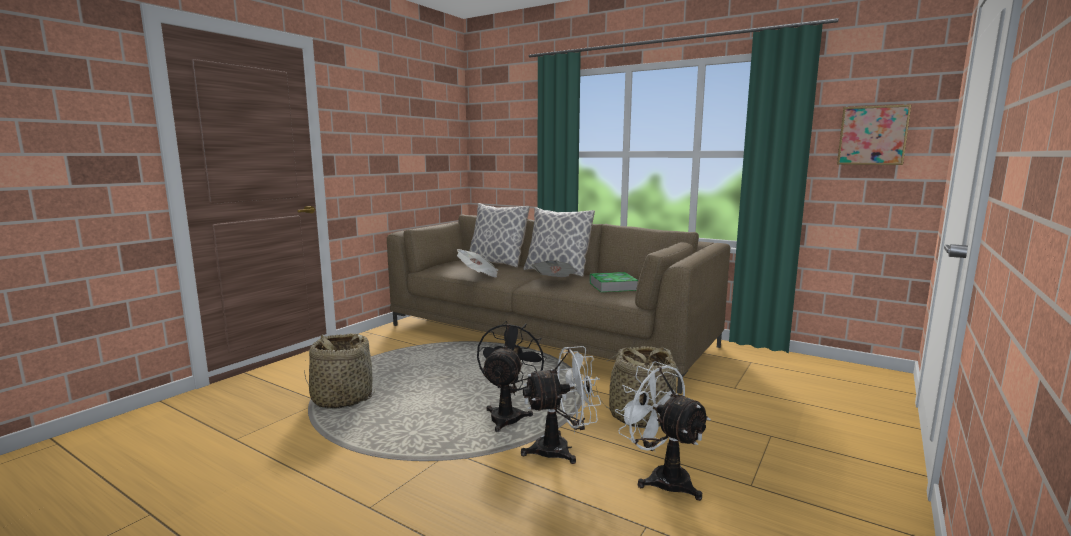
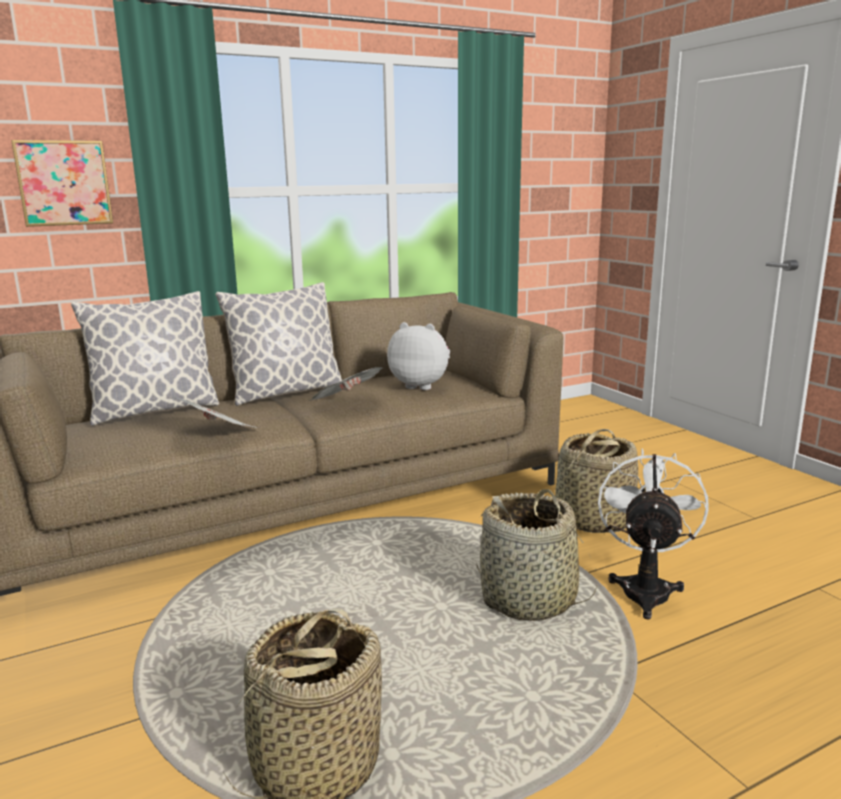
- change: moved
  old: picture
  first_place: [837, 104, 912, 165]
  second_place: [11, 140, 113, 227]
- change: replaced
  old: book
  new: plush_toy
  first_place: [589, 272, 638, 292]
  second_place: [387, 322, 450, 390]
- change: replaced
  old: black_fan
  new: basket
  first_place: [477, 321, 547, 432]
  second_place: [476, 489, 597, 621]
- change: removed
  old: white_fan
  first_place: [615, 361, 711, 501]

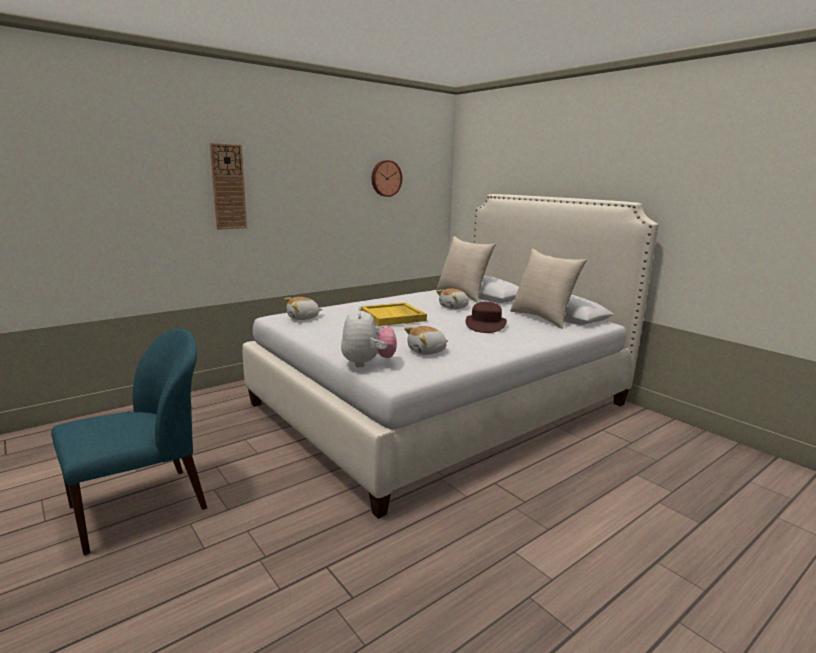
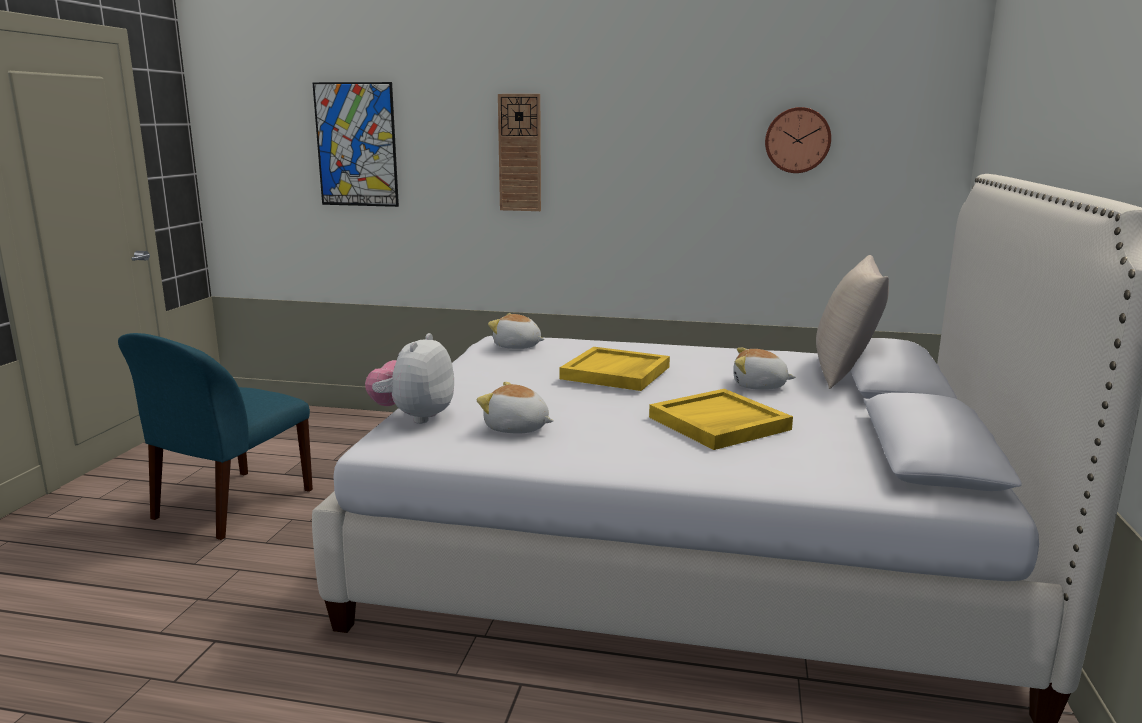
- change: removed
  old: beige_pillow
  first_place: [510, 249, 588, 329]
- change: replaced
  old: brown_hat
  new: yellow_tray
  first_place: [466, 302, 507, 333]
  second_place: [649, 389, 793, 450]
- change: turned
  old: plush_toy
  first_place: [341, 306, 397, 368]
  second_place: [365, 333, 454, 424]
  degrees: 150
- change: turned
  old: blue_chair
  first_place: [51, 328, 207, 555]
  second_place: [118, 333, 313, 540]
  degrees: 105
- change: added
  new: picture
  second_place: [312, 82, 399, 207]

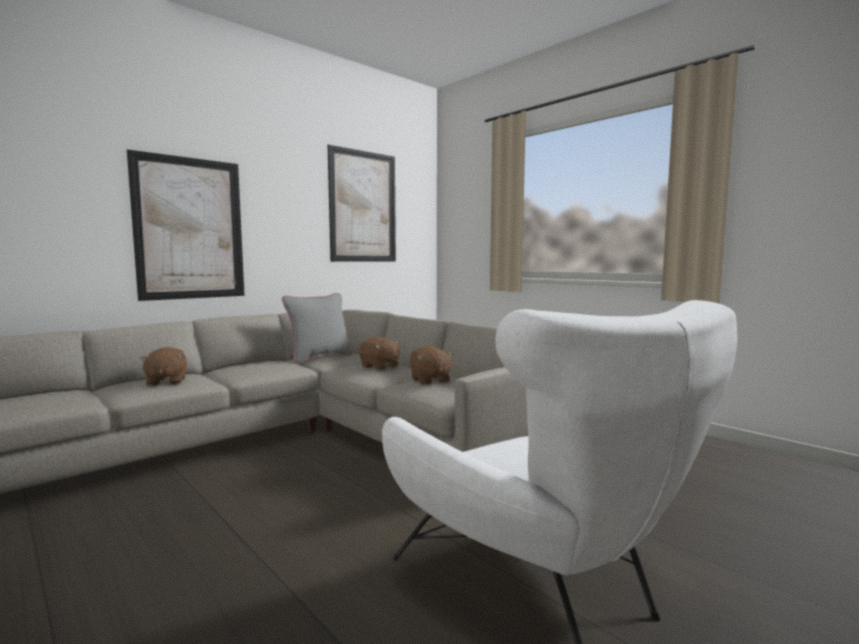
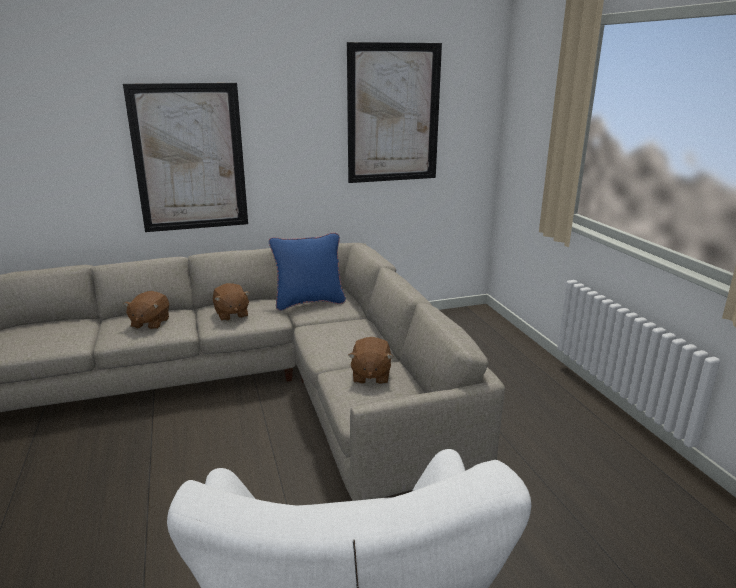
- change: recoloured
  old: grey_pillow
  new: blue_pillow
  first_place: [282, 293, 353, 363]
  second_place: [269, 233, 346, 311]
- change: moved
  old: brown_plush_toy
  first_place: [359, 337, 400, 370]
  second_place: [213, 283, 250, 321]

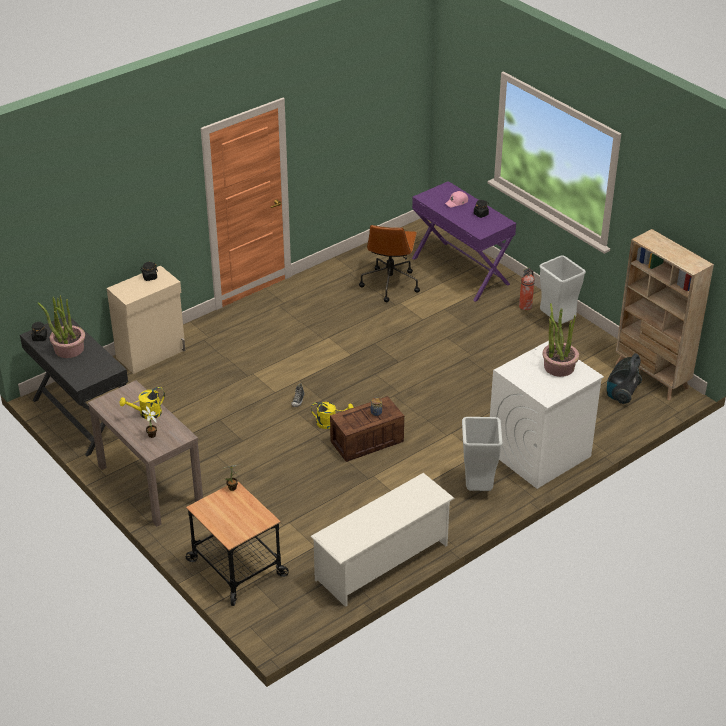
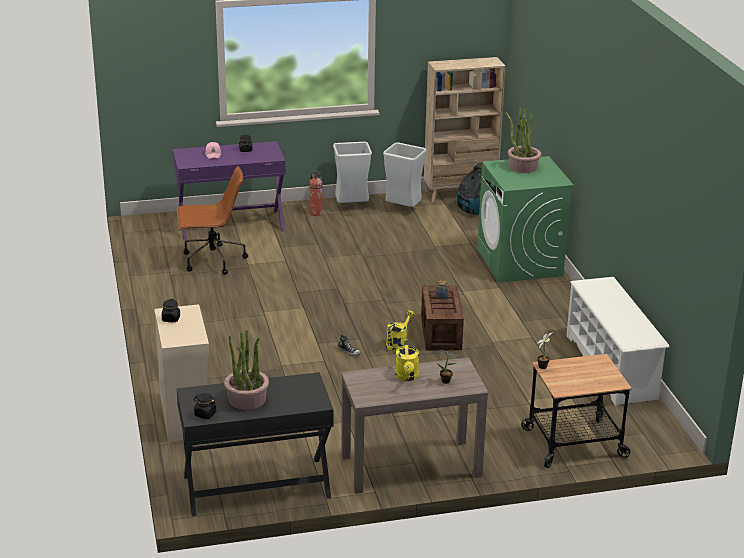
- change: turned
  old: brown_office_chair
  first_place: [359, 225, 420, 302]
  second_place: [177, 166, 248, 275]
  degrees: -45
- change: recoloured
  old: white_washing_machine
  new: green_washing_machine
  first_place: [490, 341, 604, 489]
  second_place: [477, 156, 574, 283]
- change: moved
  old: grey_trash_can
  first_place: [462, 417, 503, 491]
  second_place: [383, 142, 427, 207]

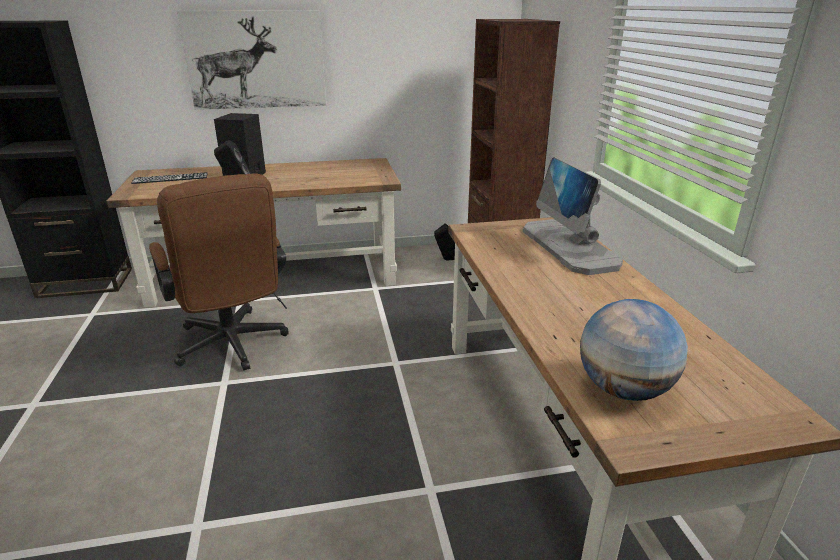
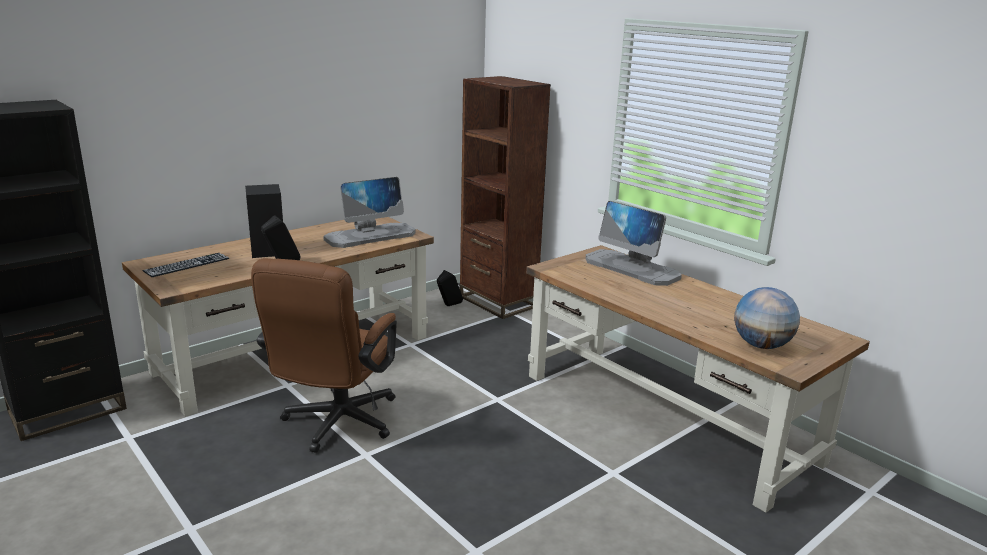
- change: removed
  old: picture
  first_place: [177, 11, 326, 110]
- change: turned
  old: brown_office_chair
  first_place: [149, 173, 289, 370]
  second_place: [251, 258, 397, 453]
  degrees: 75
- change: added
  new: monitor
  second_place: [323, 177, 416, 248]

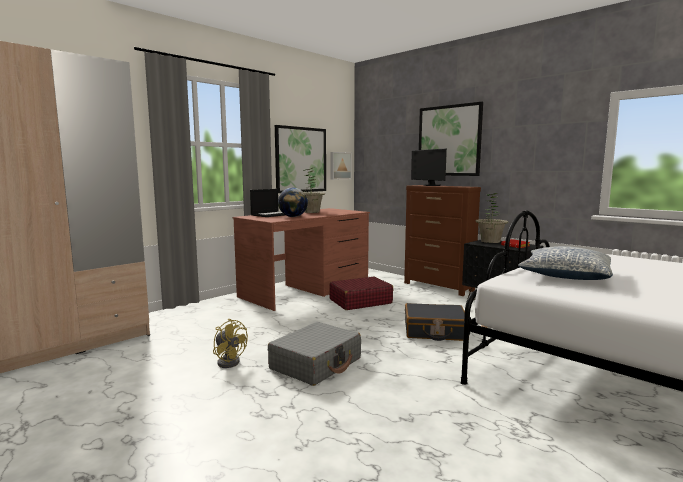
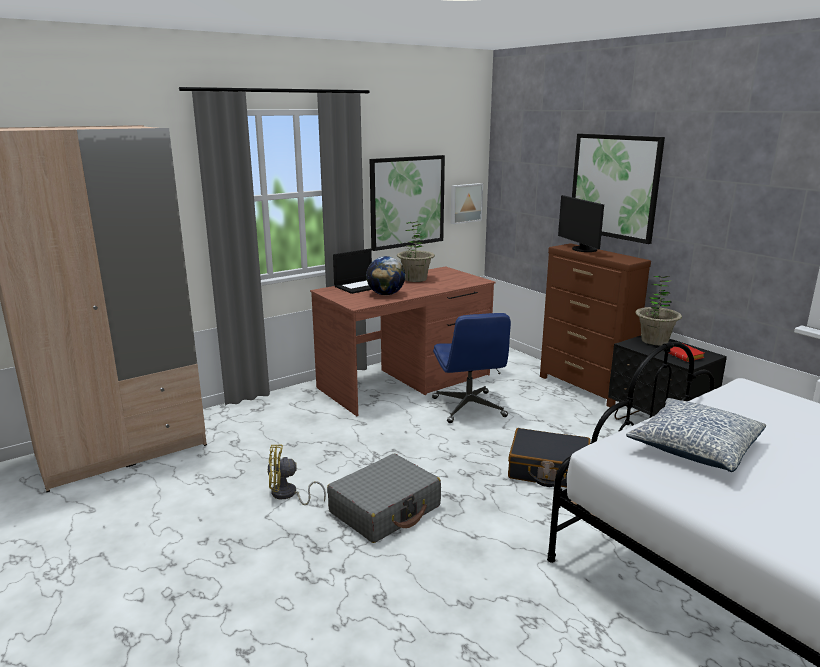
- change: replaced
  old: red_suitcase
  new: blue_office_chair
  first_place: [329, 276, 393, 310]
  second_place: [432, 313, 511, 423]
- change: turned
  old: yellow_fan
  first_place: [213, 319, 248, 368]
  second_place: [267, 445, 326, 505]
  degrees: 120

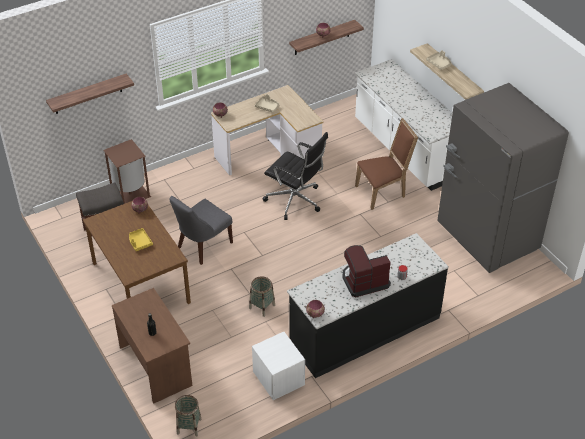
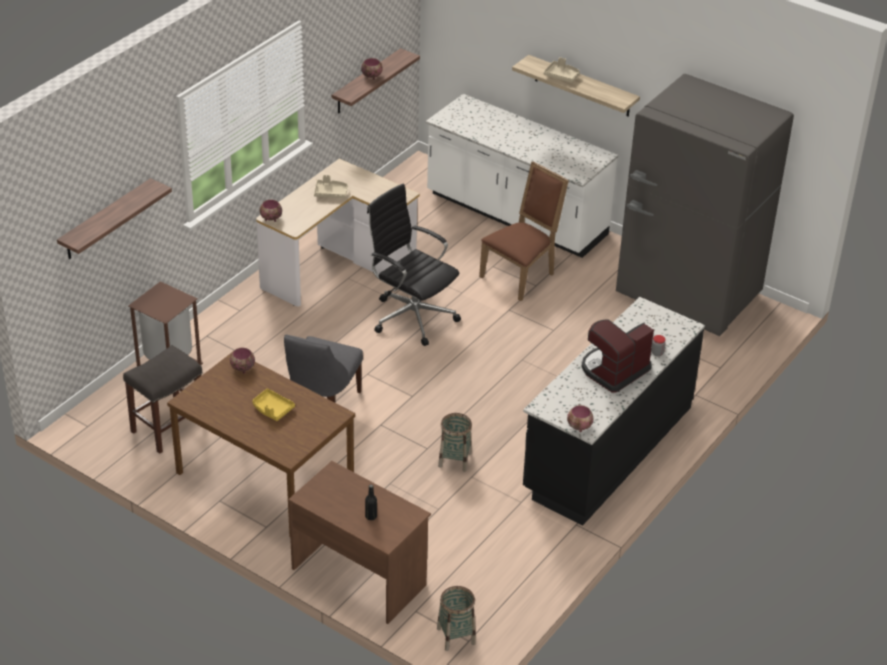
- change: turned
  old: black_office_chair
  first_place: [263, 132, 328, 220]
  second_place: [367, 184, 461, 346]
  degrees: -150
- change: removed
  old: white_nightstand
  first_place: [252, 332, 305, 400]

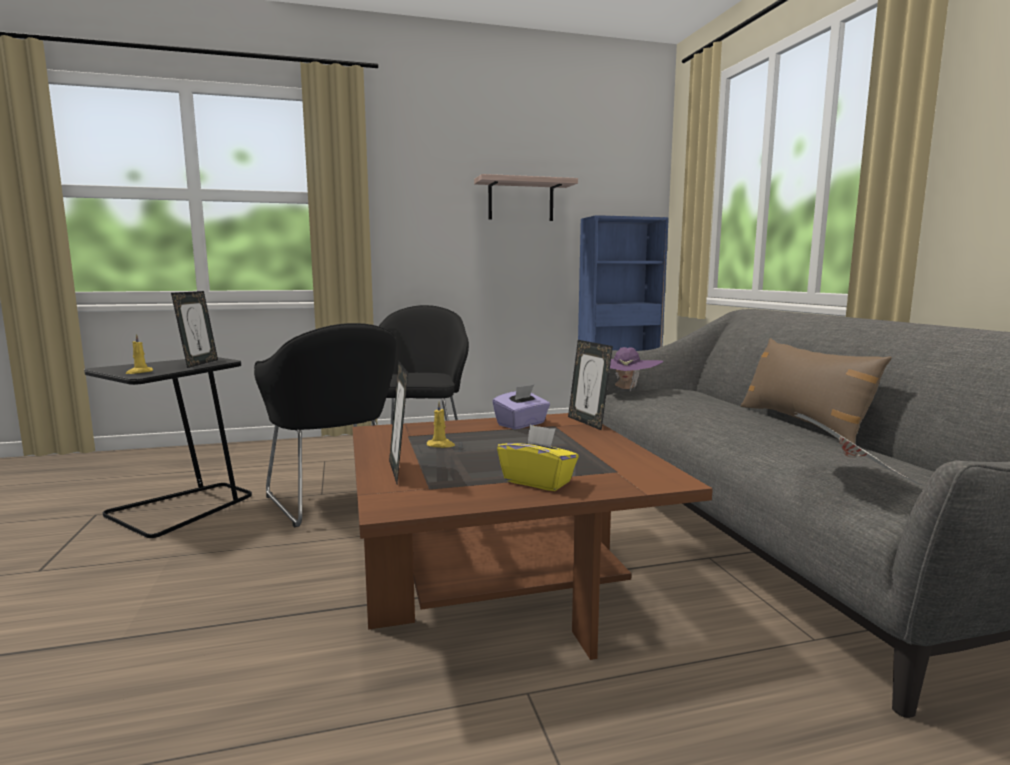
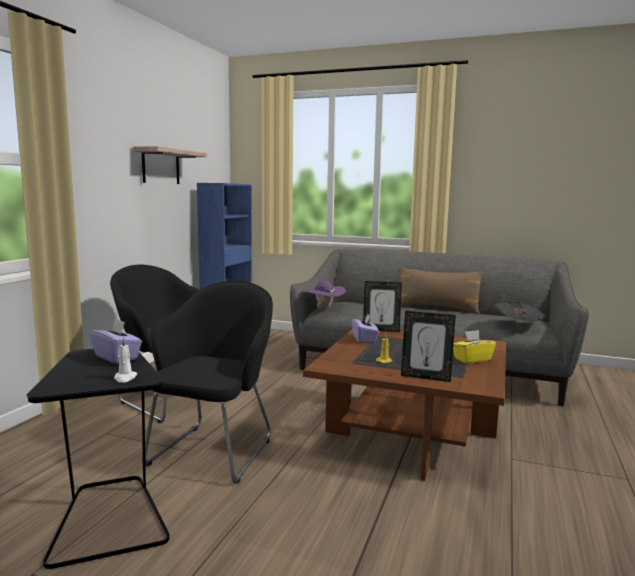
- change: replaced
  old: picture_frame
  new: purple_tissue_box
  first_place: [171, 291, 218, 368]
  second_place: [90, 318, 142, 364]
- change: turned
  old: black_armchair
  first_place: [254, 323, 396, 527]
  second_place: [142, 281, 273, 484]
  degrees: -75
- change: recoloured
  old: yellow_candle
  new: white_candle
  first_place: [126, 334, 153, 374]
  second_place: [114, 337, 138, 383]

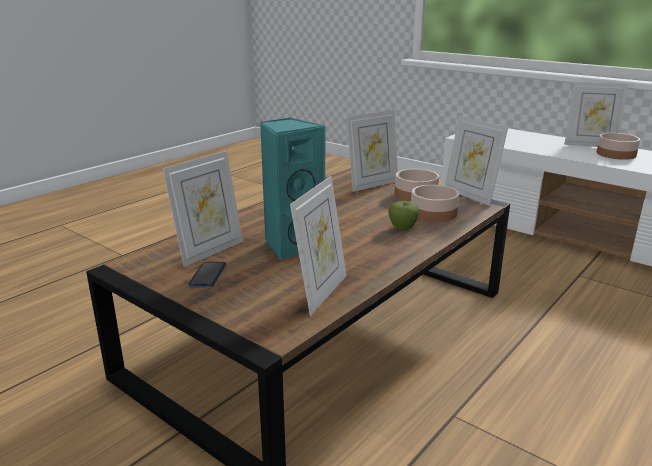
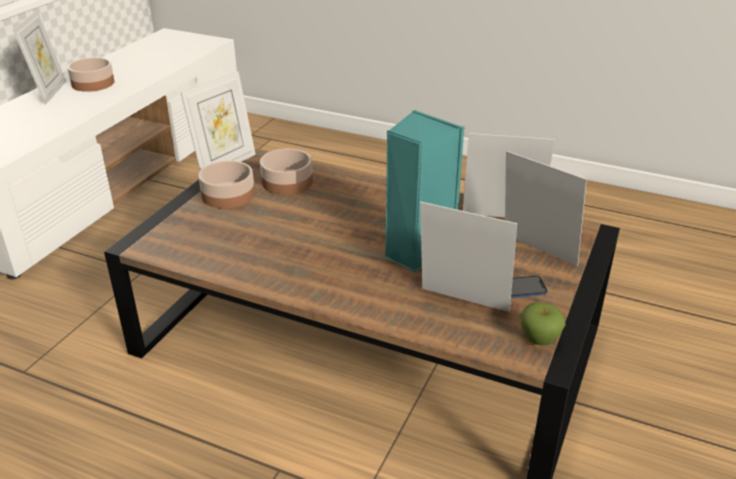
- change: moved
  old: picture_frame
  first_place: [347, 110, 398, 192]
  second_place: [505, 151, 587, 266]
- change: moved
  old: apple
  first_place: [388, 201, 419, 230]
  second_place: [520, 302, 566, 345]

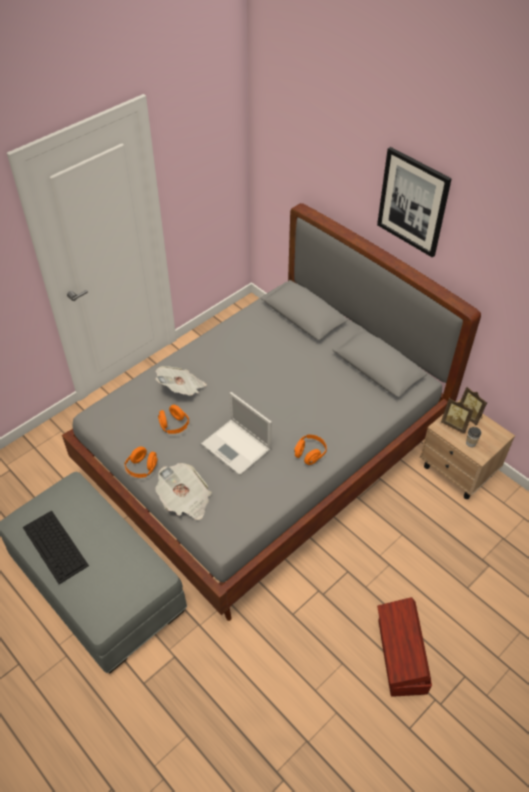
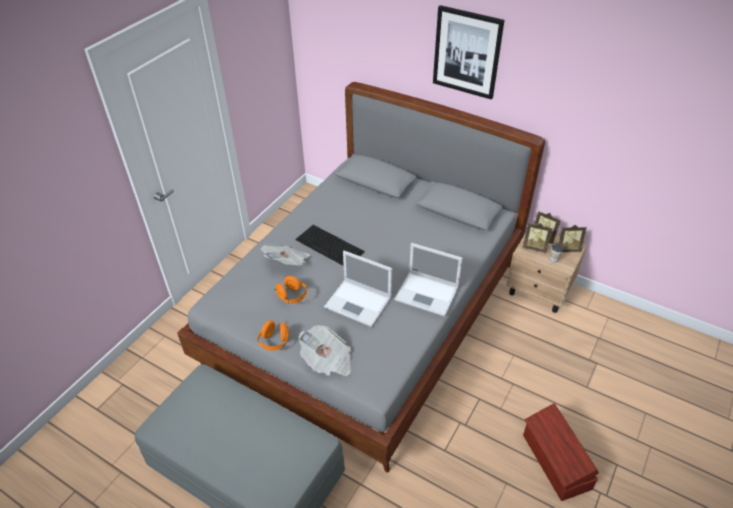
- change: replaced
  old: orange_headphones
  new: laptop
  first_place: [294, 435, 327, 465]
  second_place: [394, 243, 463, 317]
- change: moved
  old: keyboard
  first_place: [23, 511, 89, 584]
  second_place: [295, 225, 365, 266]
- change: added
  new: picture_frame
  second_place: [559, 225, 587, 252]

